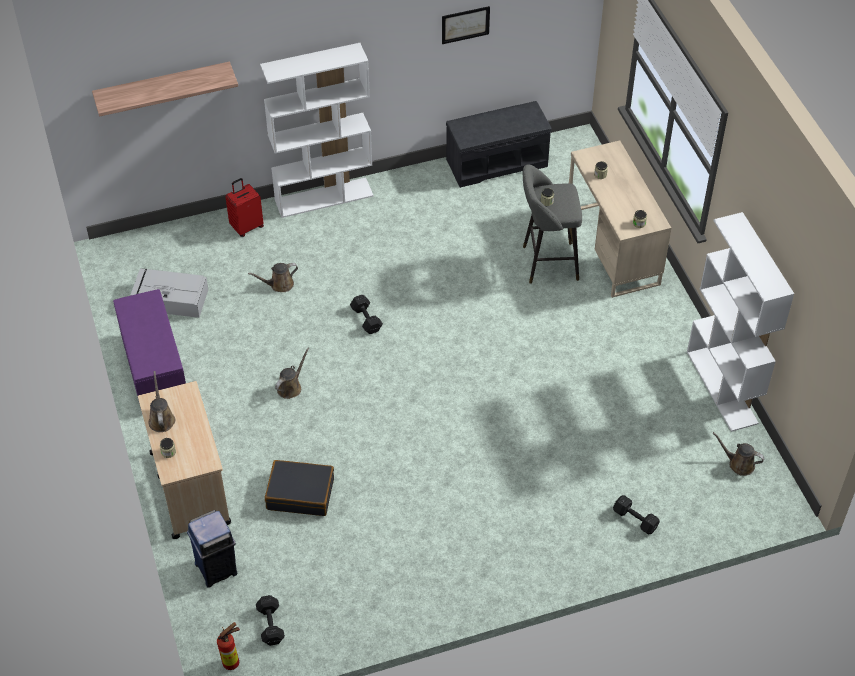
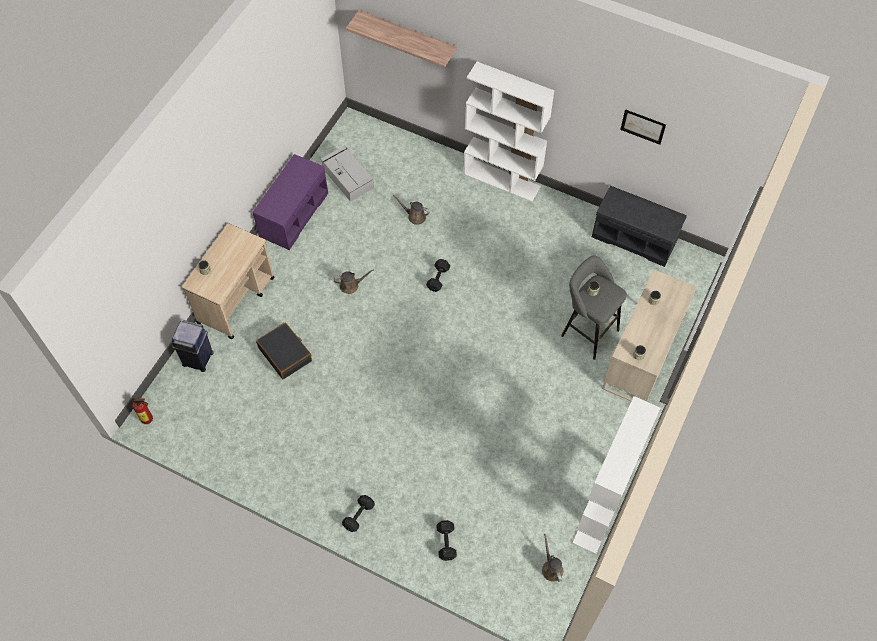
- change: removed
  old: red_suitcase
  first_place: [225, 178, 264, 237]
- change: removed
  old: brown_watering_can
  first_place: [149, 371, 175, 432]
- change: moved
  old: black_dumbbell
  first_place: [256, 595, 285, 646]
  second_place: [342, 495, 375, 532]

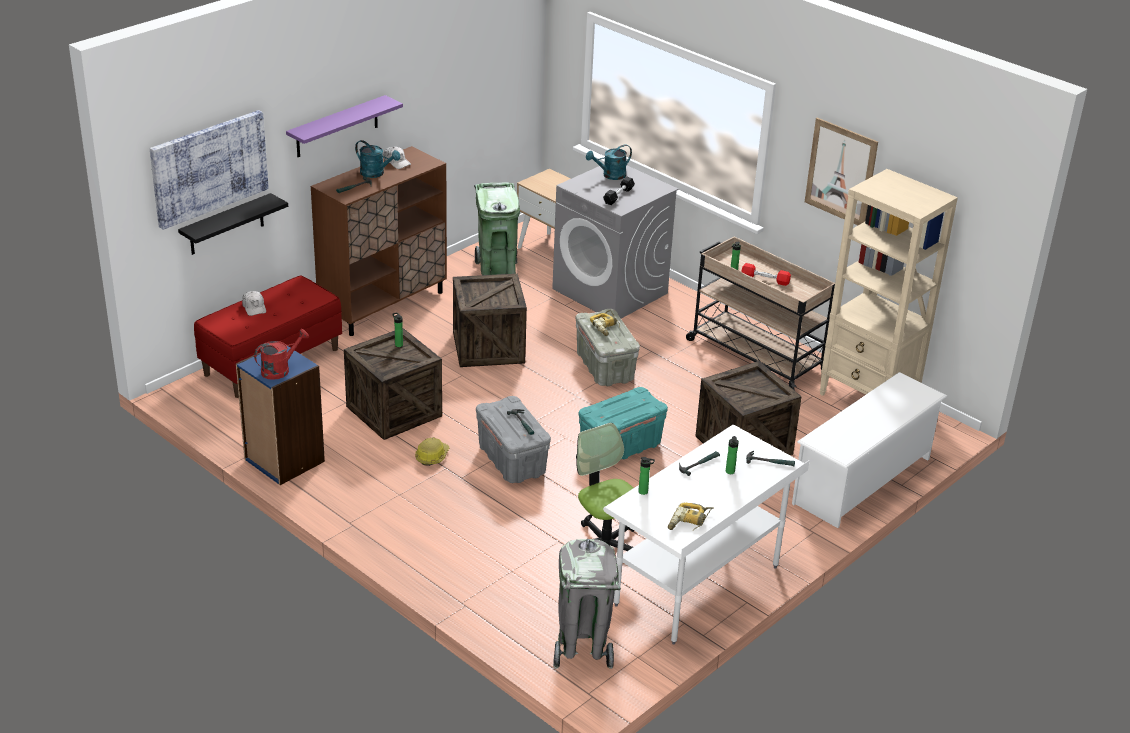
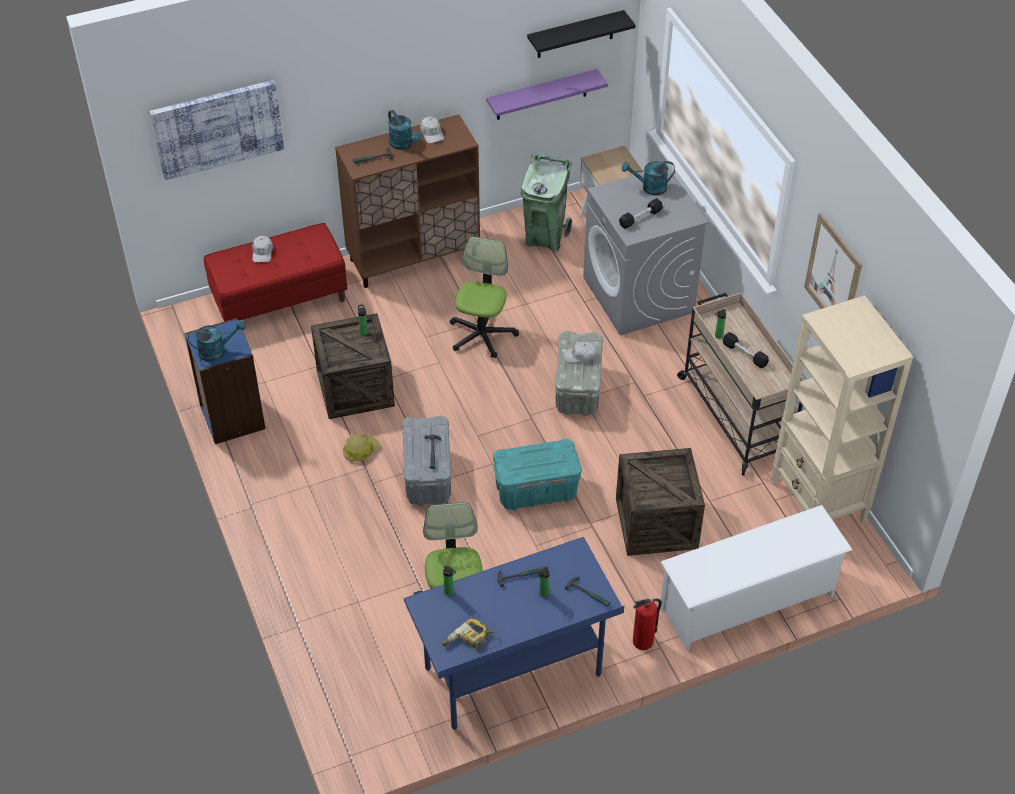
- change: moved
  old: purple_shelf
  first_place: [286, 95, 403, 157]
  second_place: [486, 69, 608, 120]
- change: moved
  old: black_shelf
  first_place: [178, 193, 288, 255]
  second_place: [527, 10, 636, 58]
- change: recoloured
  old: red_dumbbell
  new: black_dumbbell
  first_place: [741, 263, 791, 286]
  second_place: [723, 332, 769, 368]
- change: replaced
  old: crate
  new: office_chair
  first_place: [453, 274, 527, 367]
  second_place: [450, 236, 519, 358]
- change: replaced
  old: power_drill
  new: white_cap
  first_place: [590, 310, 620, 336]
  second_place: [564, 341, 596, 363]
- change: recoloured
  old: red_watering_can
  new: turquoise_watering_can
  first_place: [254, 329, 309, 380]
  second_place: [188, 320, 246, 362]
- change: recoloured
  old: white_desk
  new: blue_desk
  first_place: [603, 425, 810, 645]
  second_place: [404, 537, 624, 730]
- change: removed
  old: grey_trash_can
  first_place: [553, 539, 621, 669]
- change: added
  new: fire_extinguisher
  second_place: [633, 598, 662, 650]

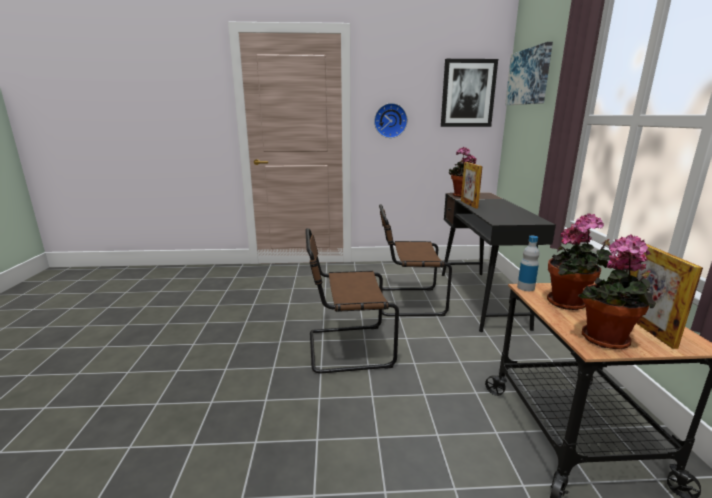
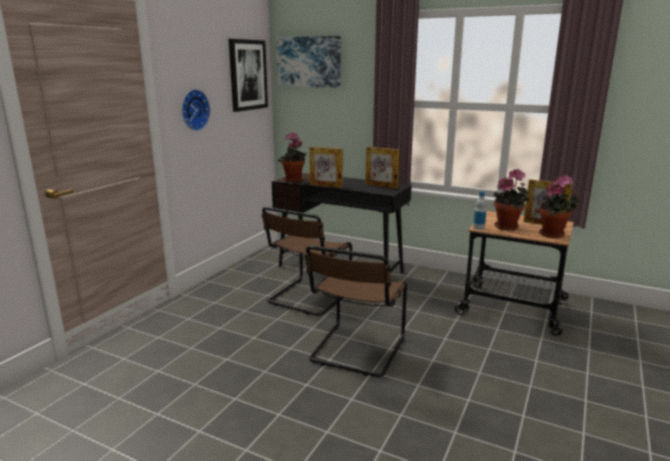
- change: added
  new: picture_frame
  second_place: [365, 147, 400, 189]

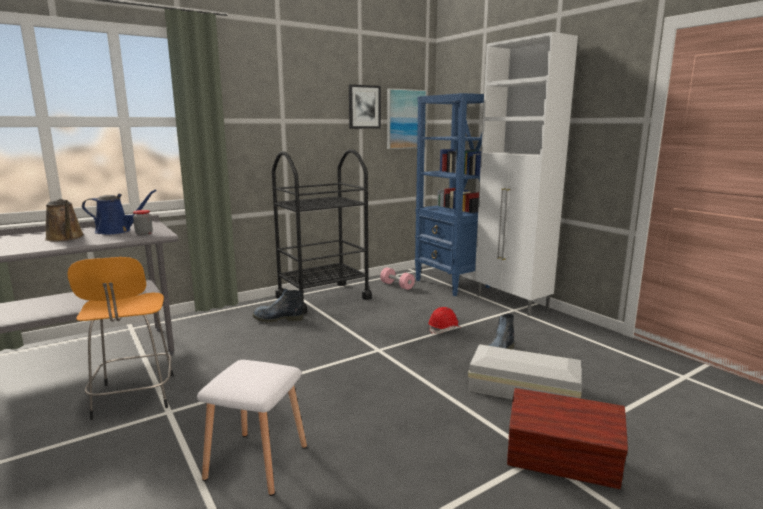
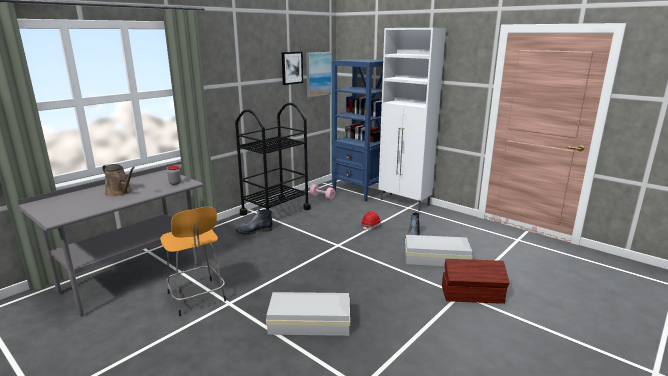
- change: removed
  old: blue_watering_can
  first_place: [82, 189, 157, 235]
- change: replaced
  old: white_stool
  new: white_storage_box
  first_place: [197, 360, 307, 496]
  second_place: [266, 292, 350, 336]

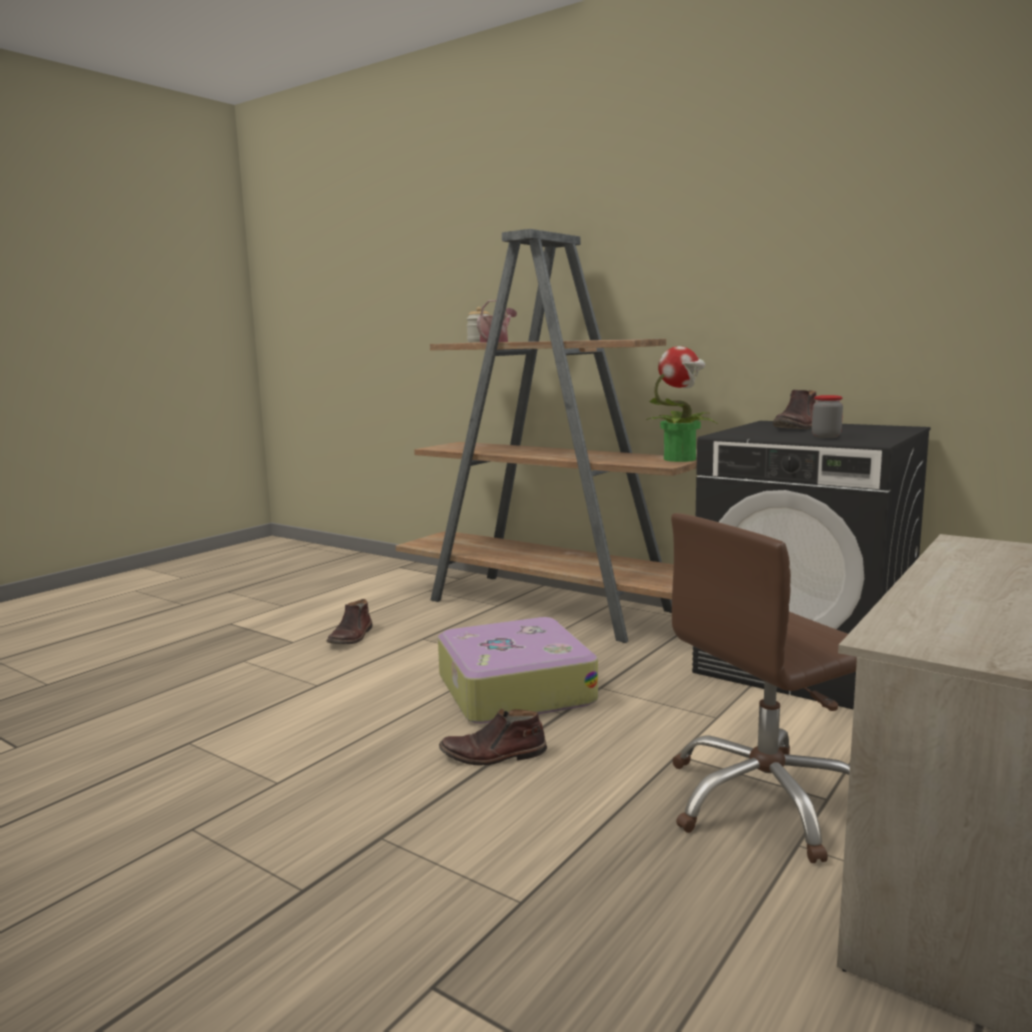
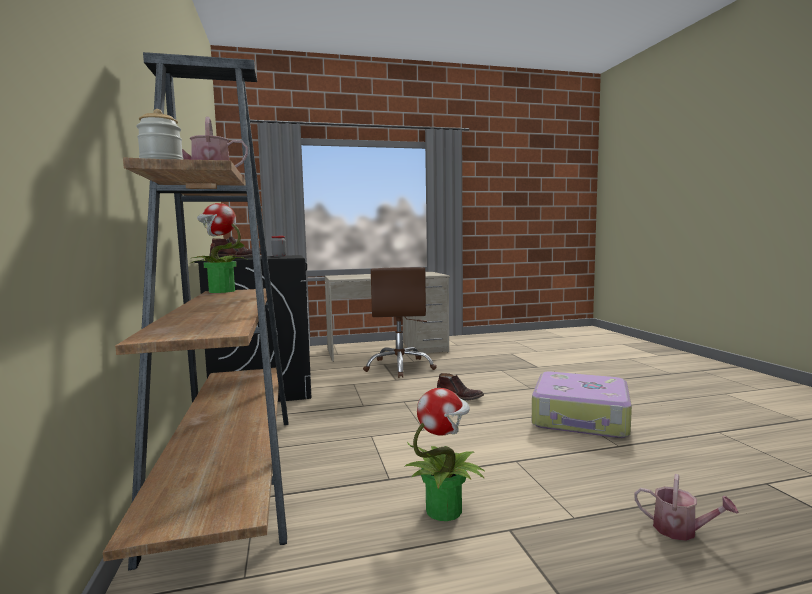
- change: turned
  old: brown_office_chair
  first_place: [671, 513, 857, 863]
  second_place: [363, 267, 437, 378]
  degrees: 75
- change: replaced
  old: brown_boot
  new: potted_plant
  first_place: [326, 599, 373, 644]
  second_place: [404, 388, 484, 521]
- change: moved
  old: suitcase
  first_place: [438, 617, 598, 724]
  second_place: [532, 372, 632, 438]
- change: added
  new: watering_can
  second_place: [634, 474, 739, 541]

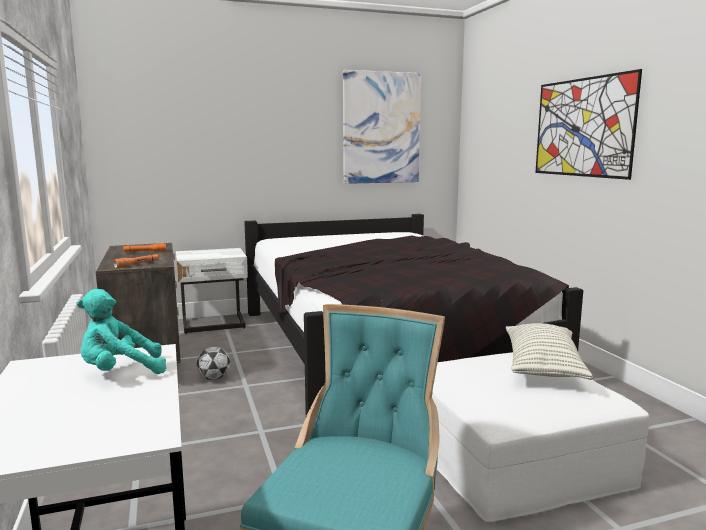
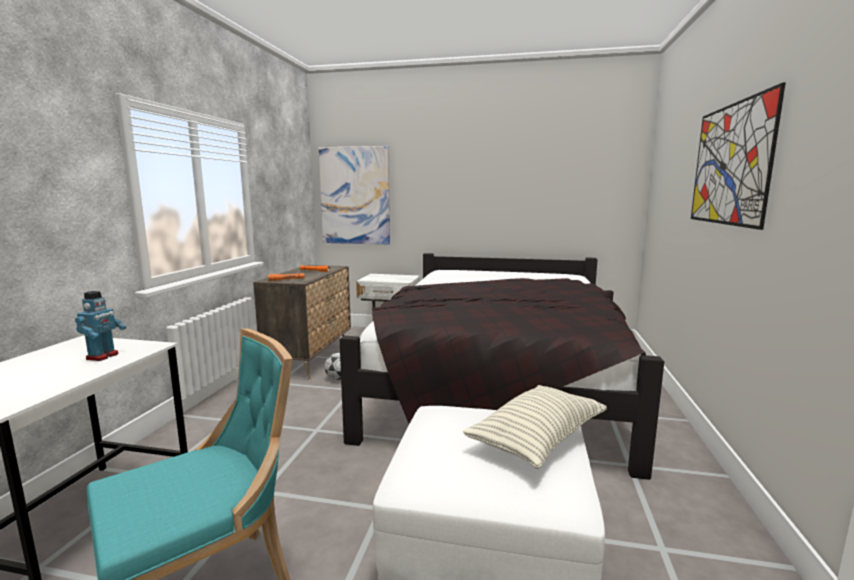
- change: moved
  old: picture
  first_place: [343, 70, 421, 184]
  second_place: [319, 146, 390, 244]
- change: replaced
  old: turquoise_plush_toy
  new: toy_robot
  first_place: [76, 289, 166, 374]
  second_place: [75, 291, 126, 361]

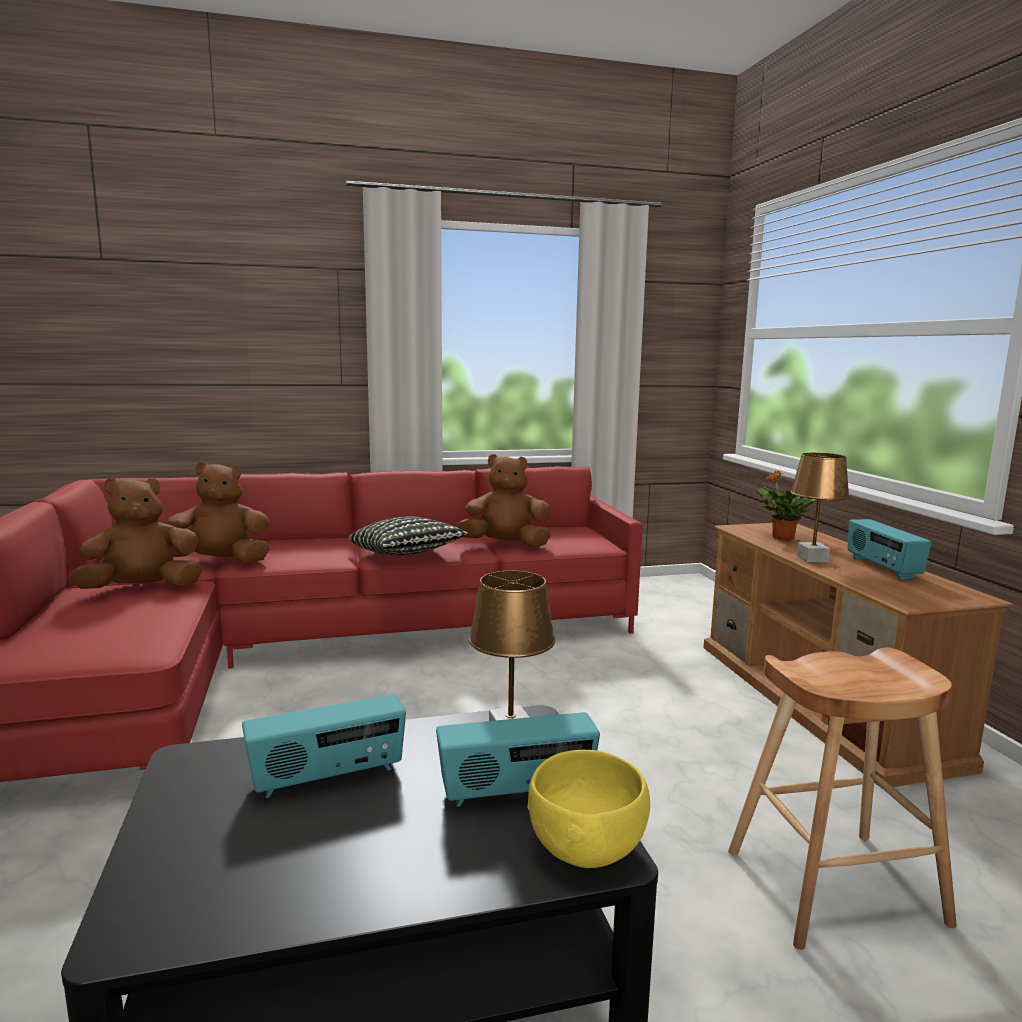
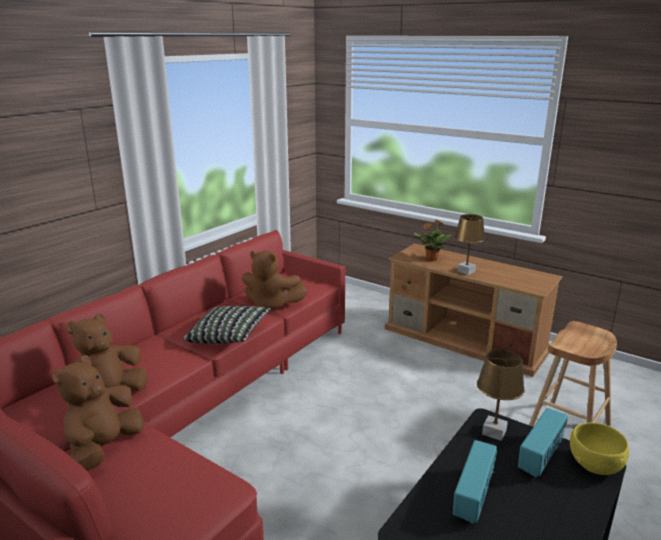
- change: turned
  old: brown_plush_toy
  first_place: [457, 454, 551, 547]
  second_place: [242, 250, 307, 309]
  degrees: -120
- change: removed
  old: radio
  first_place: [848, 519, 931, 580]

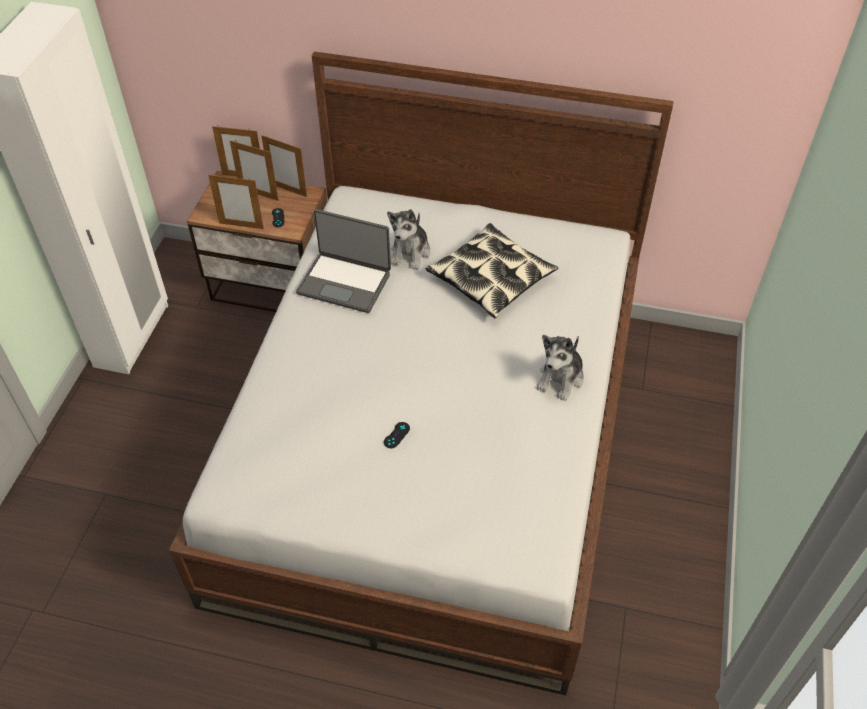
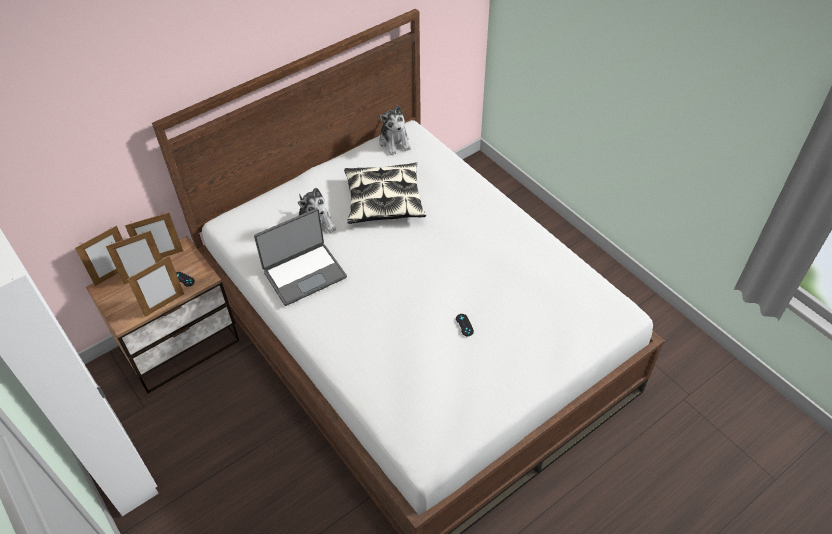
- change: moved
  old: plush_toy
  first_place: [537, 335, 584, 401]
  second_place: [379, 105, 411, 155]

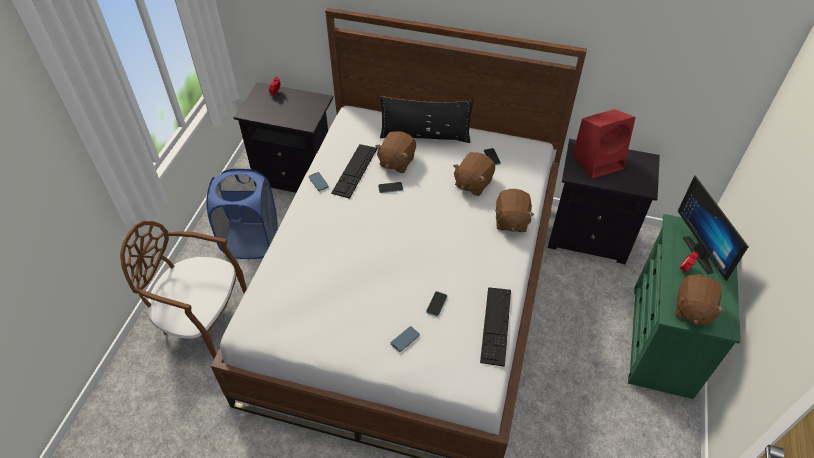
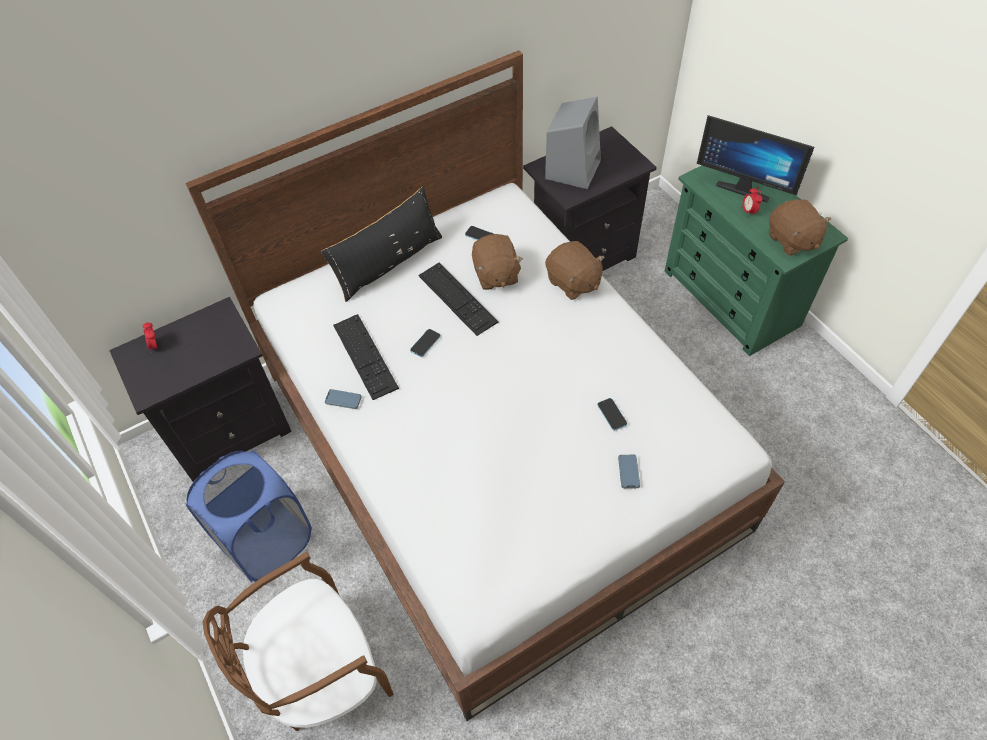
- change: recoloured
  old: red_speaker
  new: grey_speaker
  first_place: [573, 109, 636, 179]
  second_place: [545, 97, 601, 189]
- change: removed
  old: brown_plush_toy
  first_place: [375, 131, 416, 173]
- change: moved
  old: keyboard
  first_place: [480, 287, 511, 367]
  second_place: [418, 262, 498, 336]

